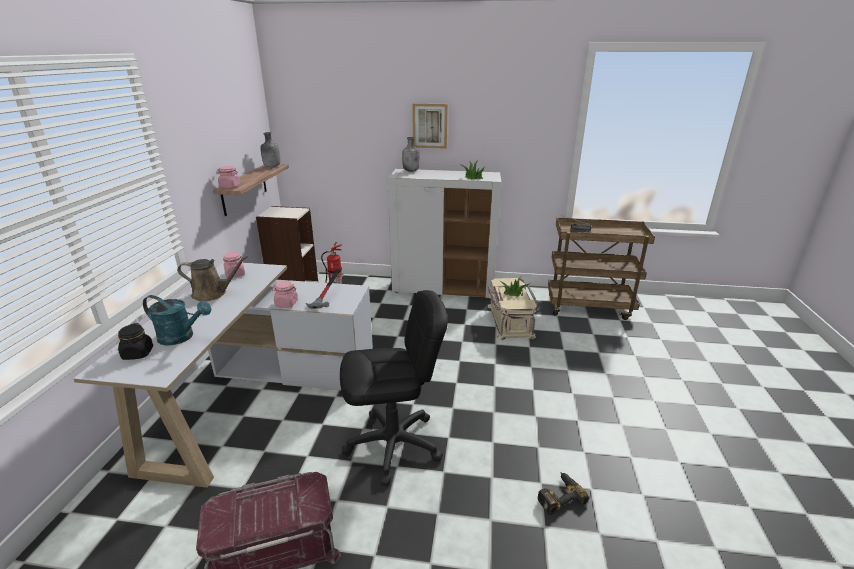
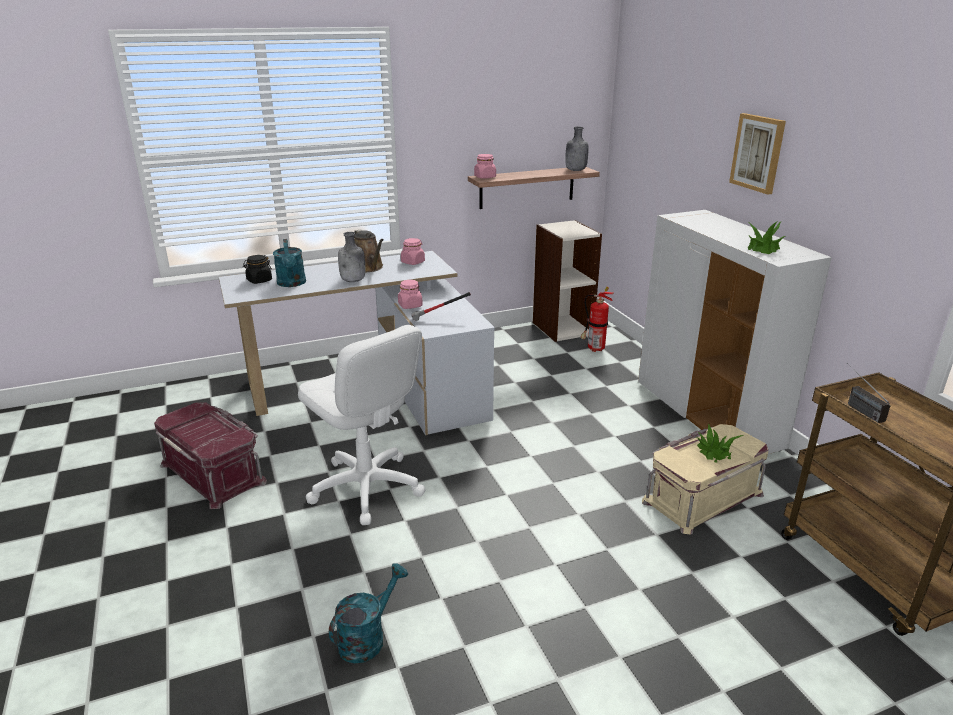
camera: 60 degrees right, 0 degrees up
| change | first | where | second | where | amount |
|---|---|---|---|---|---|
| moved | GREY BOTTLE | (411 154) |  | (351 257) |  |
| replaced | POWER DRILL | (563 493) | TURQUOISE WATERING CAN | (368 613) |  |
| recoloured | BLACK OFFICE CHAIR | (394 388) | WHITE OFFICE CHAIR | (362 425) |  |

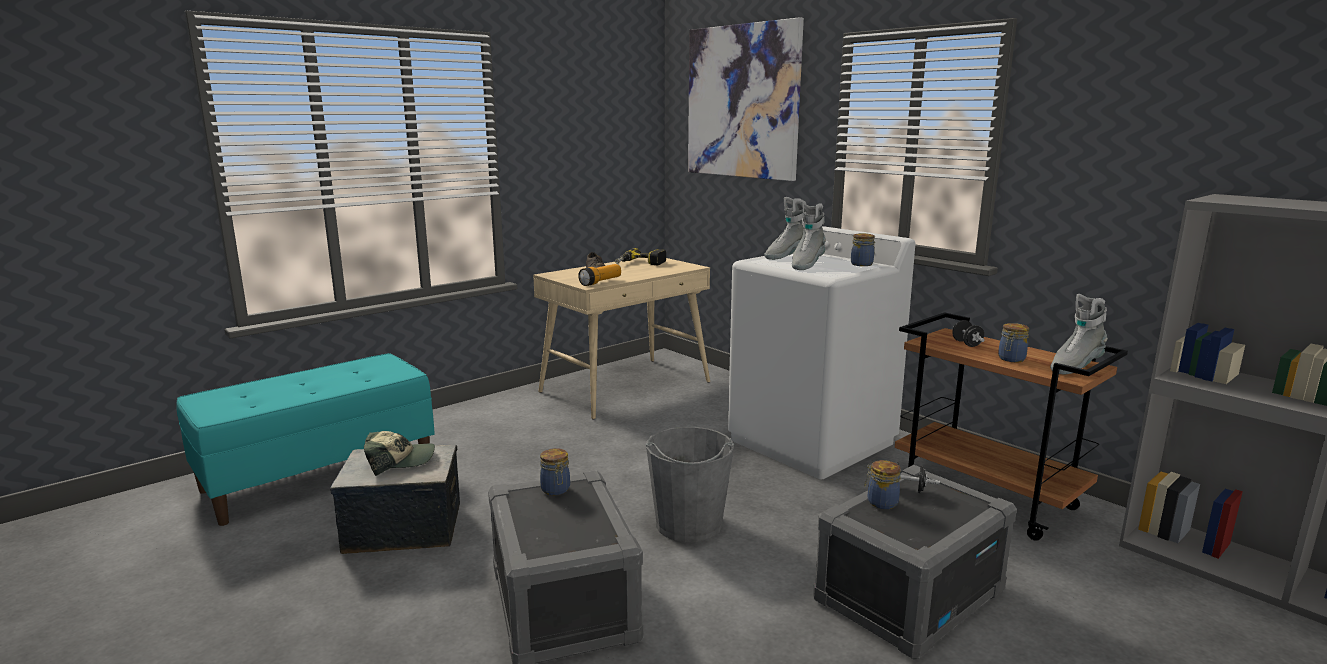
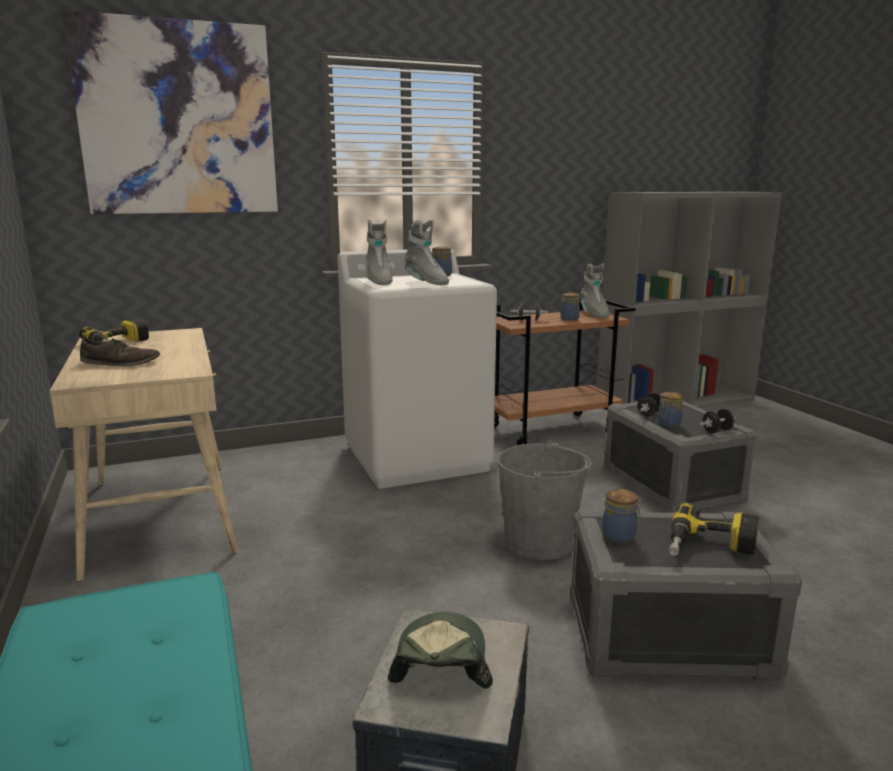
camera: 70 degrees left, 0 degrees up
| change | first | where | second | where | amount |
|---|---|---|---|---|---|
| removed | FLASHLIGHT | (599 275) |  |  |  |
| added |  |  | POWER DRILL | (714 529) |  |
| added |  |  | BLACK DUMBBELL | (717 421) |  |

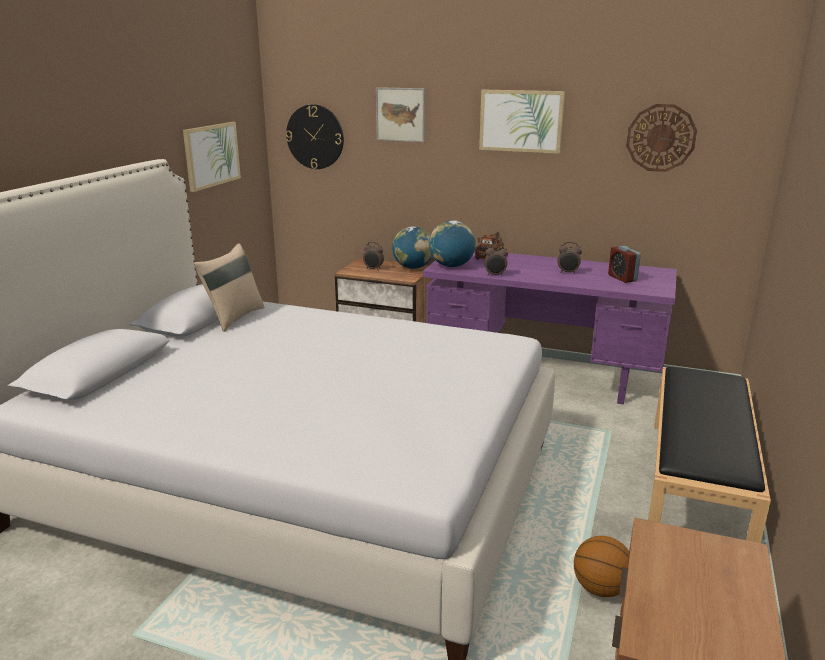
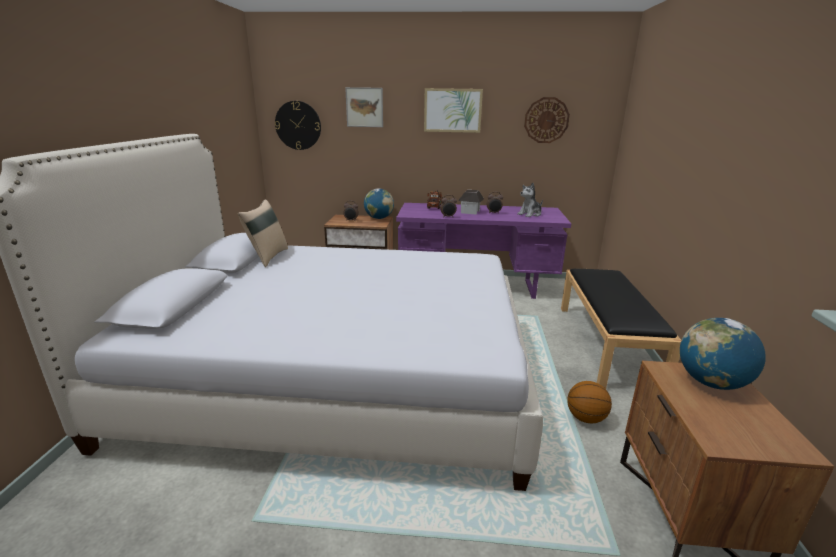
camera: 15 degrees left, 0 degrees up
| change | first | where | second | where | amount |
|---|---|---|---|---|---|
| removed | PICTURE | (212 157) |  |  |  |
| added |  |  | TOY HOUSE | (471 202) |  |
| moved | GLOBE | (452 243) |  | (723 354) |  |
| replaced | ALARM CLOCK | (624 264) | PLUSH TOY | (530 200) |  |

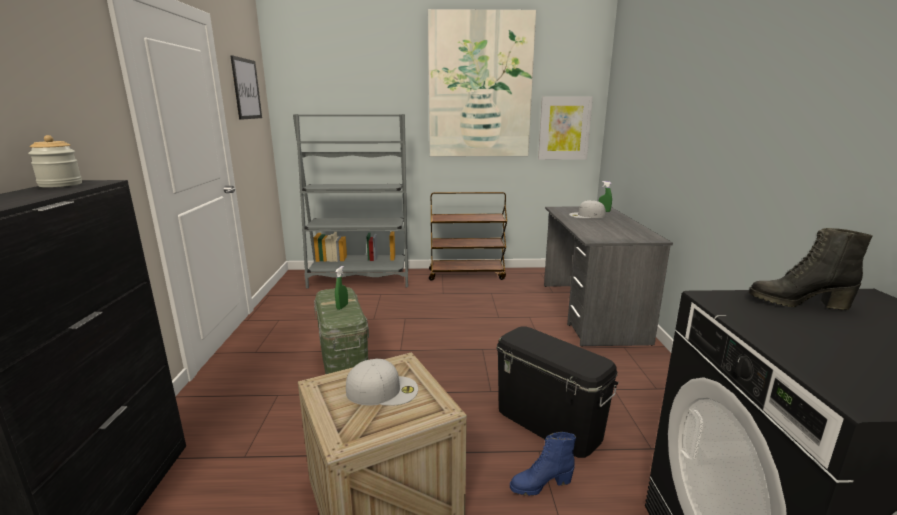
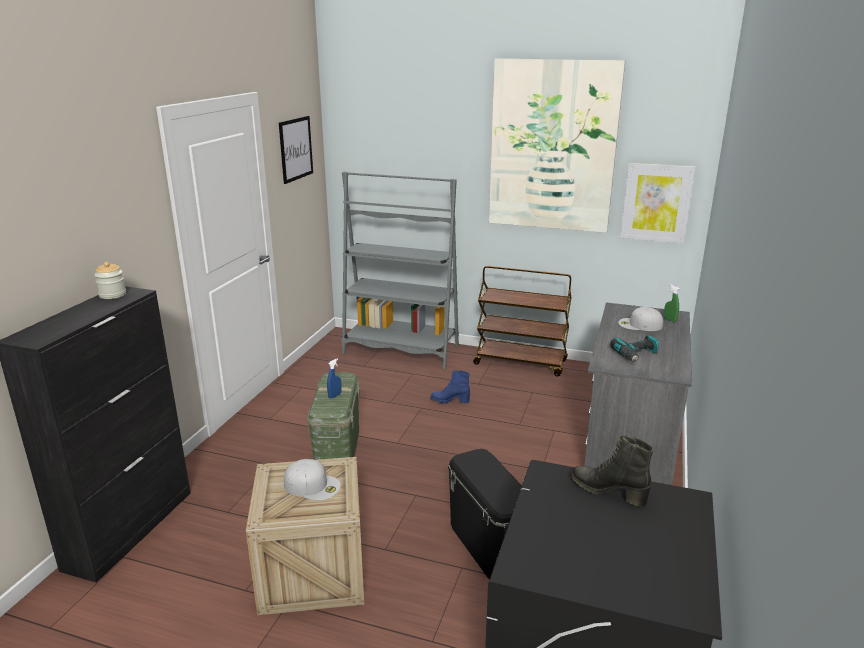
camera: 20 degrees right, 5 degrees up
| change | first | where | second | where | amount |
|---|---|---|---|---|---|
| added |  |  | POWER DRILL | (635 348) |  |
| moved | BLUE BOOT | (543 464) |  | (450 387) |  |
| recoloured | GREEN SPRAY BOTTLE | (341 288) | BLUE SPRAY BOTTLE | (334 378) |  |

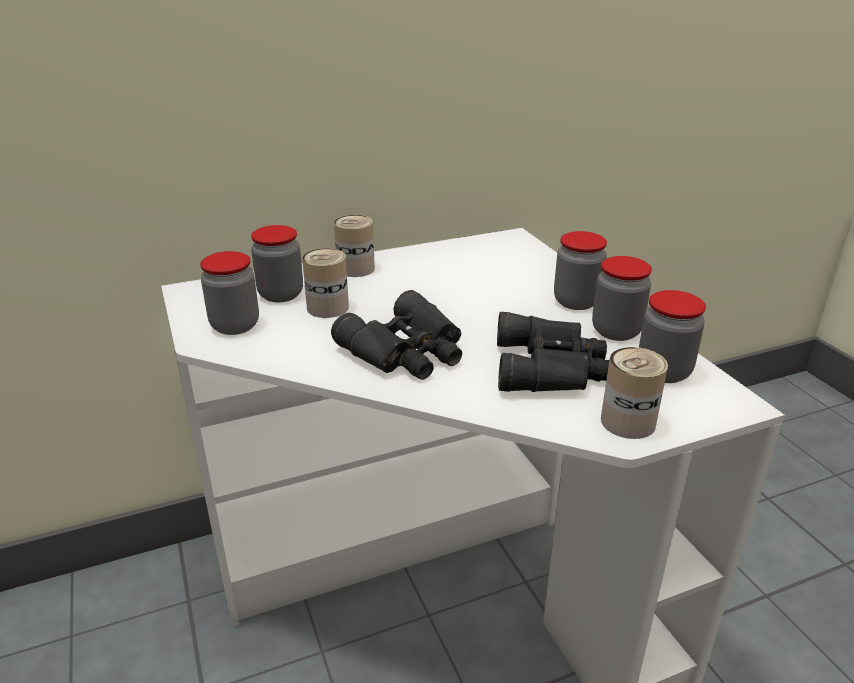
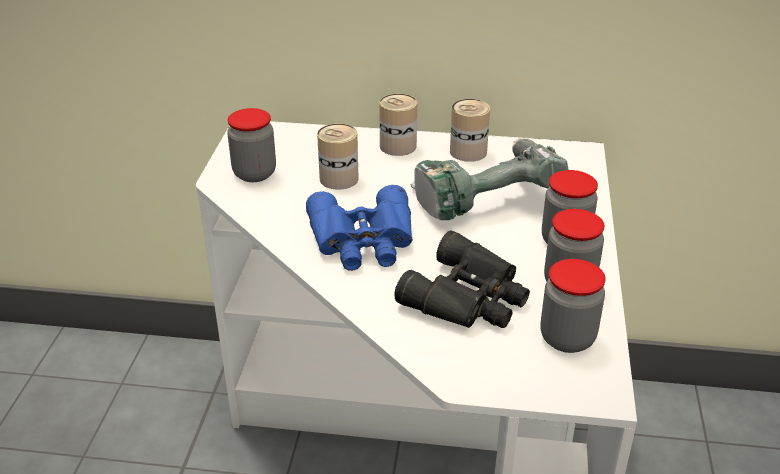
camera: 30 degrees right, 5 degrees up
| change | first | where | second | where | amount |
|---|---|---|---|---|---|
| removed | JAR | (277 263) |  |  |  |
| added |  |  | POWER DRILL | (489 178) |  |
| moved | CAN | (634 393) |  | (470 130) |  |
| recoloured | BLACK BINOCULARS | (396 335) | BLUE BINOCULARS | (359 228) |  |

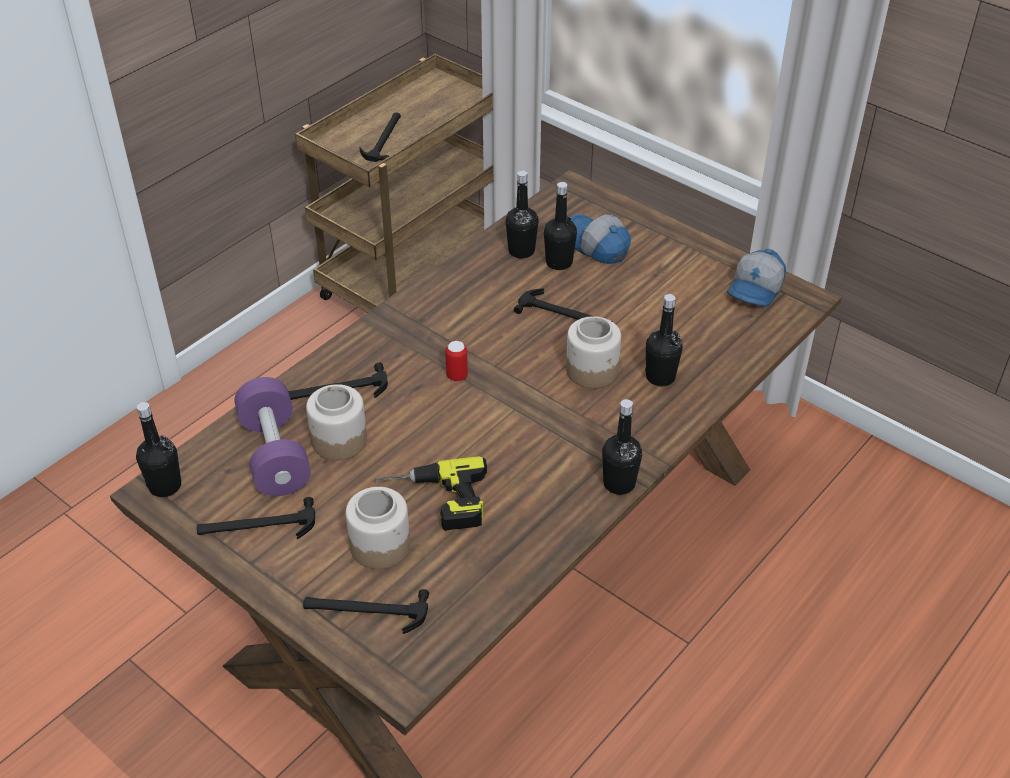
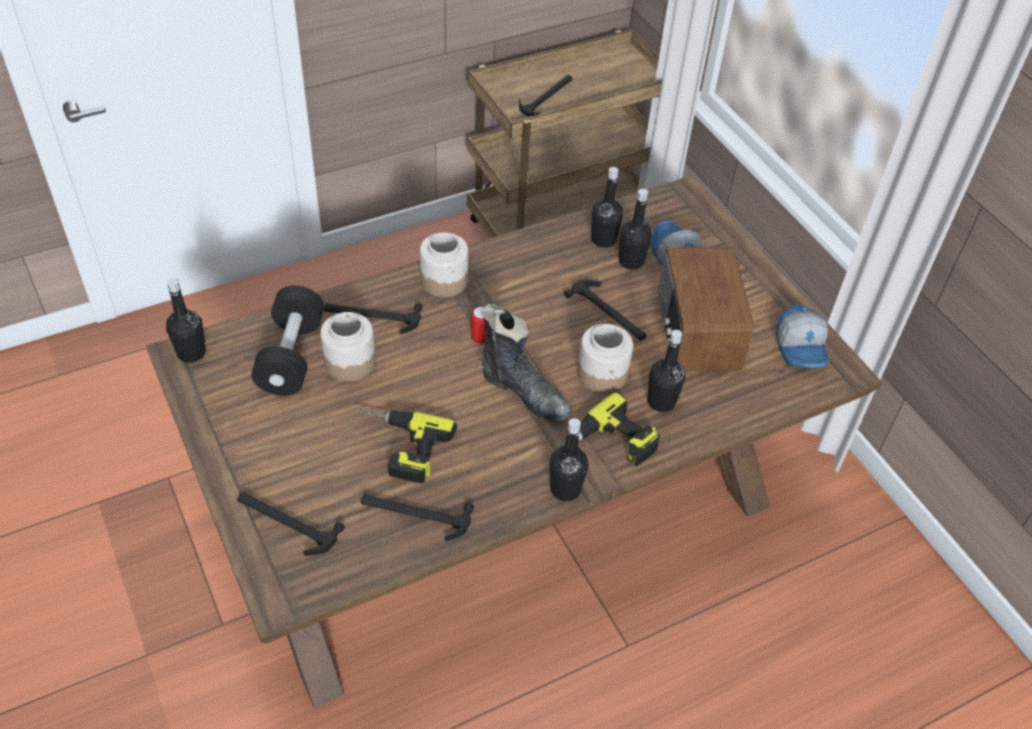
camera: 20 degrees right, 5 degrees up
| change | first | where | second | where | amount |
|---|---|---|---|---|---|
| added |  |  | BLACK BOOT | (526 362) |  |
| added |  |  | POWER DRILL | (605 429) |  |
| added |  |  | RADIO | (706 309) |  |
| moved | HAMMER | (256 518) |  | (417 517) |  |
| moved | JAR | (378 528) |  | (444 264) |  |
| recoloured | PURPLE DUMBBELL | (272 436) | BLACK DUMBBELL | (287 340) |  |
| turned | CAP | (756 278) |  | (803 336) | 60 degrees counterclockwise |

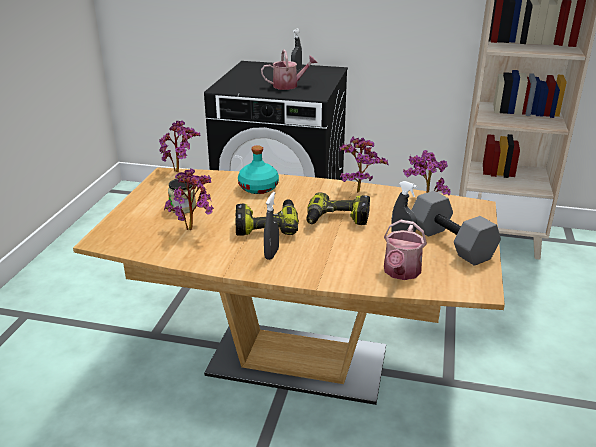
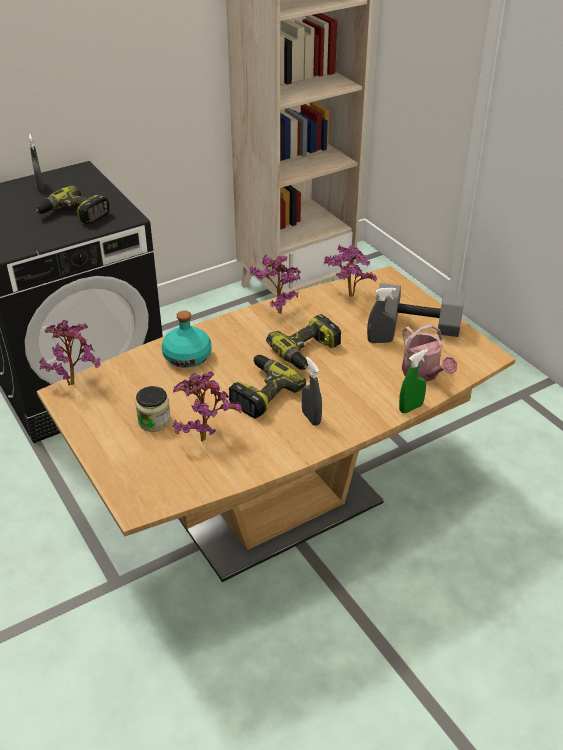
camera: 45 degrees left, 10 degrees up
| change | first | where | second | where | amount |
|---|---|---|---|---|---|
| added |  |  | GREEN SPRAY BOTTLE | (413 381) |  |
| replaced | WATERING CAN | (289 69) | POWER DRILL | (72 204) |  |

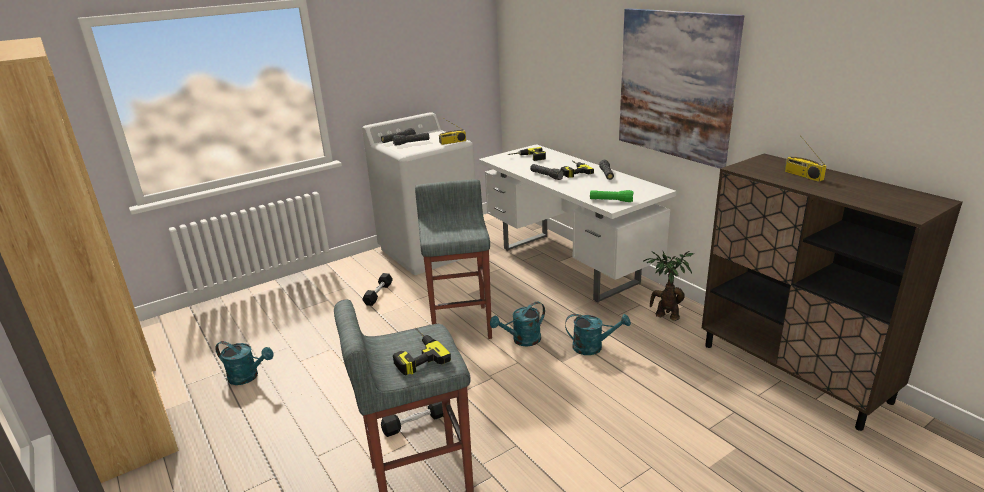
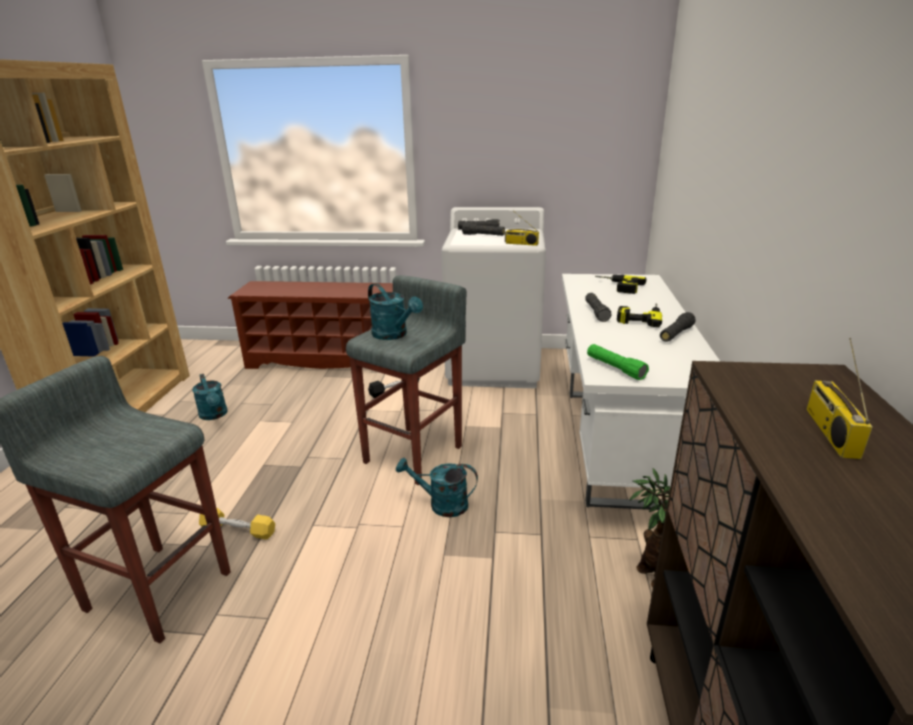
camera: 40 degrees right, 0 degrees up
| change | first | where | second | where | amount |
|---|---|---|---|---|---|
| removed | POWER DRILL | (422 352) |  |  |  |
| removed | PICTURE | (681 88) |  |  |  |
| added |  |  | BROWN SHOE RACK | (310 325) |  |
| moved | TURQUOISE WATERING CAN | (598 334) |  | (395 311) |  |
| recoloured | BLACK DUMBBELL | (412 419) | YELLOW DUMBBELL | (237 524) |  |

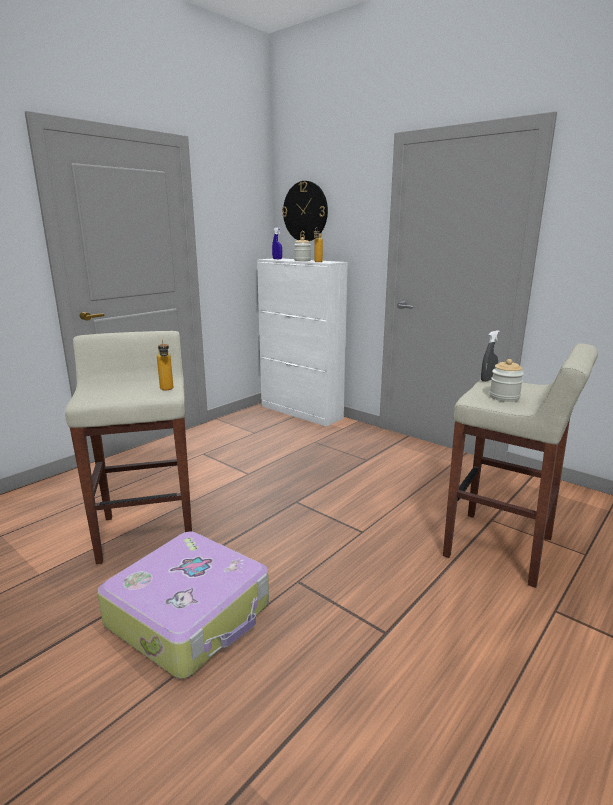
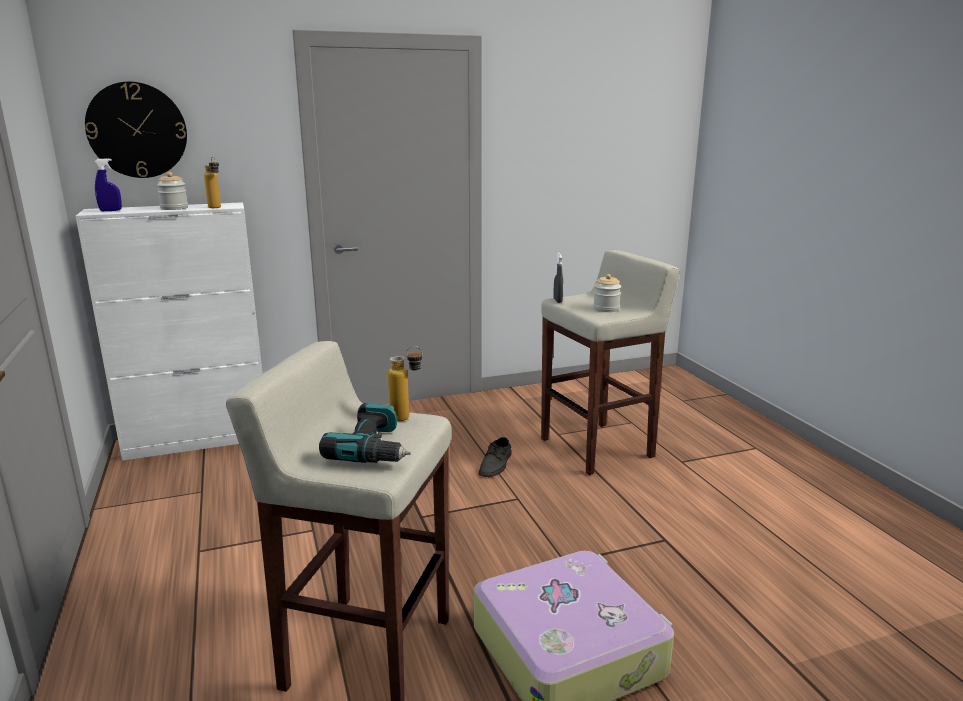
camera: 60 degrees left, 0 degrees up
| change | first | where | second | where | amount |
|---|---|---|---|---|---|
| added |  |  | POWER DRILL | (365 433) |  |
| added |  |  | GREY SHOE | (495 457) |  |

